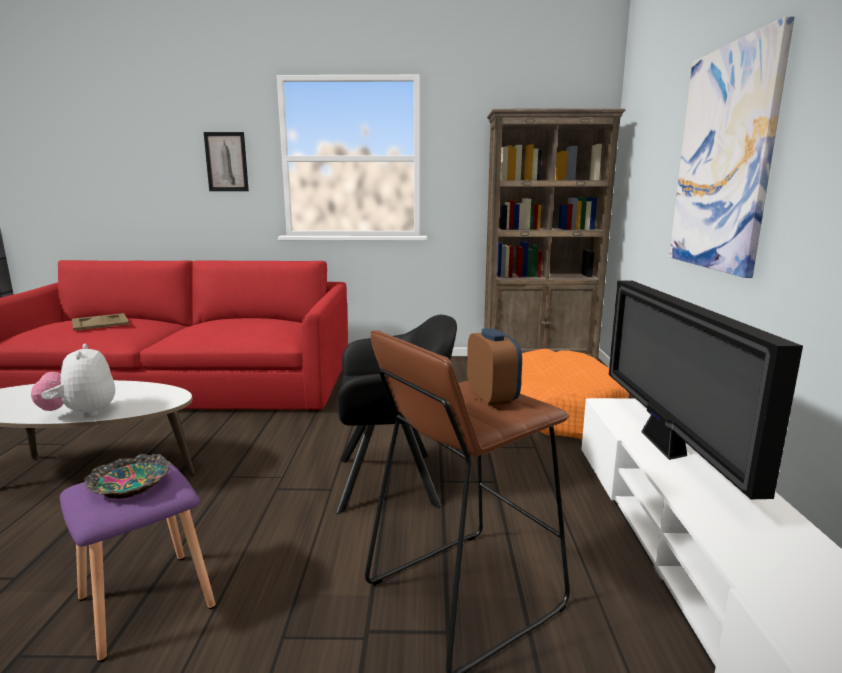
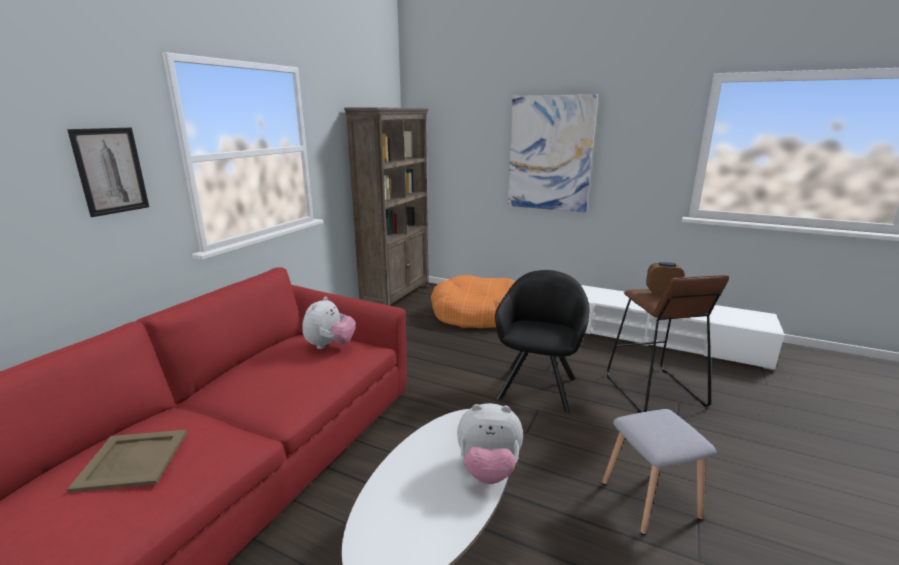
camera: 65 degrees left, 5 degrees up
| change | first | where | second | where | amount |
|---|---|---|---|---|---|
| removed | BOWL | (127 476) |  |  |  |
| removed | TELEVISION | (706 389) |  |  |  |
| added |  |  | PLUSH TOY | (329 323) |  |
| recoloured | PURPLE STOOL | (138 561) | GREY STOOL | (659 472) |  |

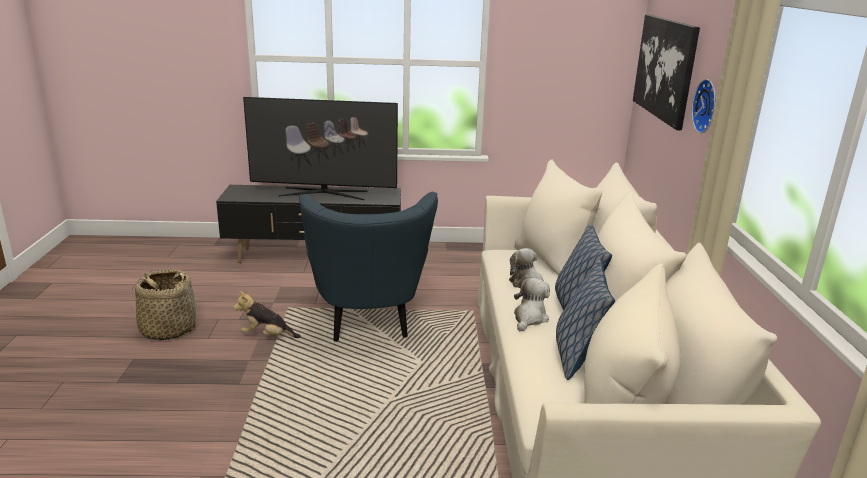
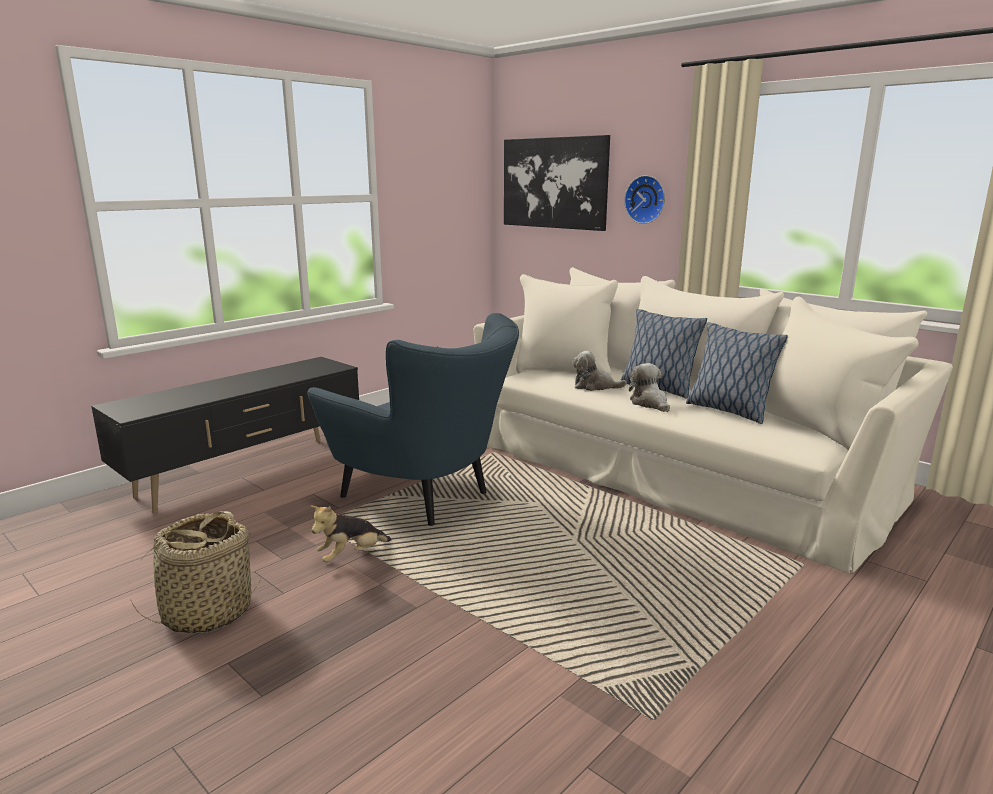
camera: 45 degrees left, 5 degrees down
| change | first | where | second | where | amount |
|---|---|---|---|---|---|
| removed | TELEVISION | (320 148) |  |  |  |

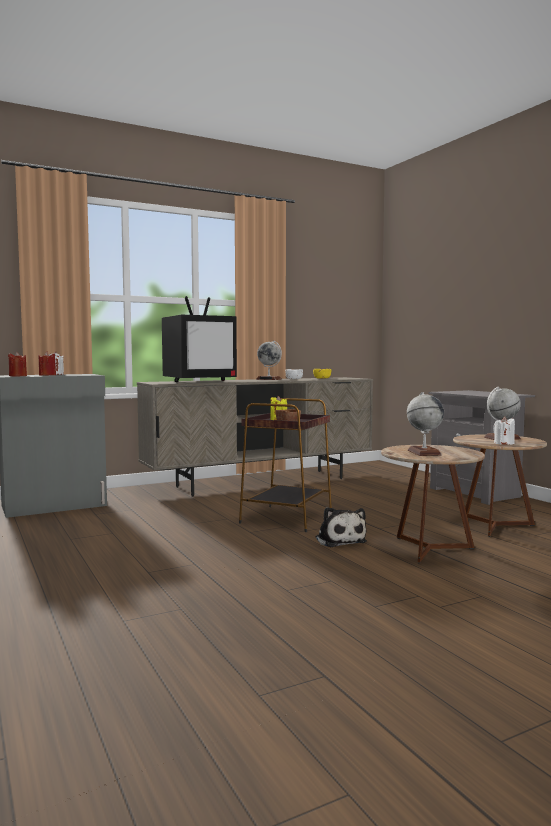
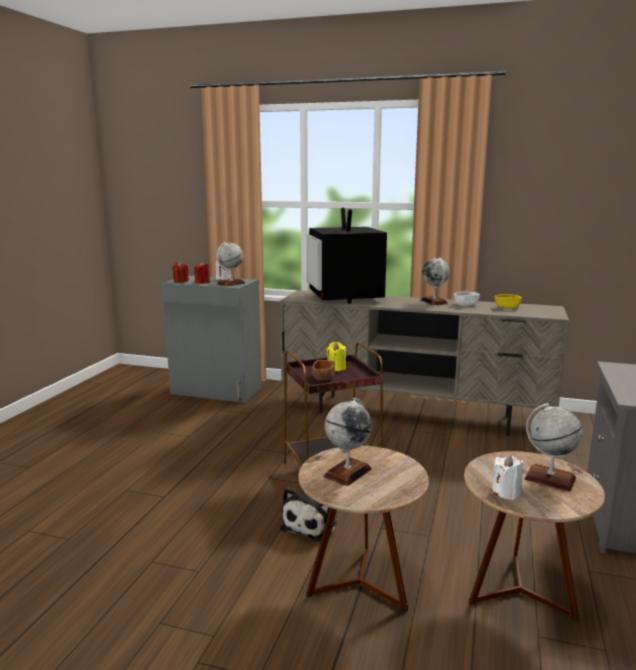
camera: 45 degrees right, 10 degrees up
| change | first | where | second | where | amount |
|---|---|---|---|---|---|
| added |  |  | GLOBE | (231 264) |  |
| turned | TELEVISION | (199 339) |  | (347 255) | 60 degrees clockwise |

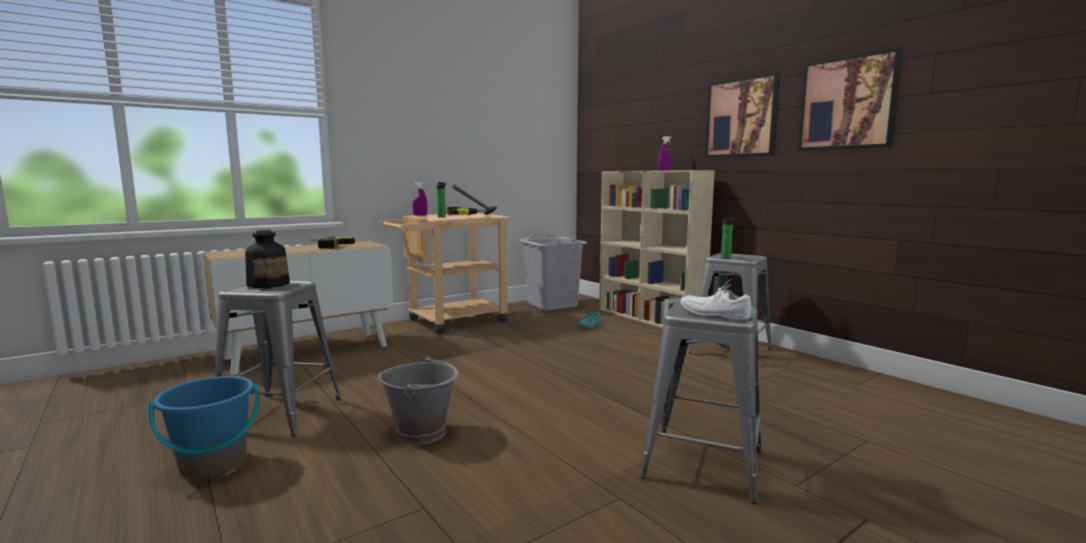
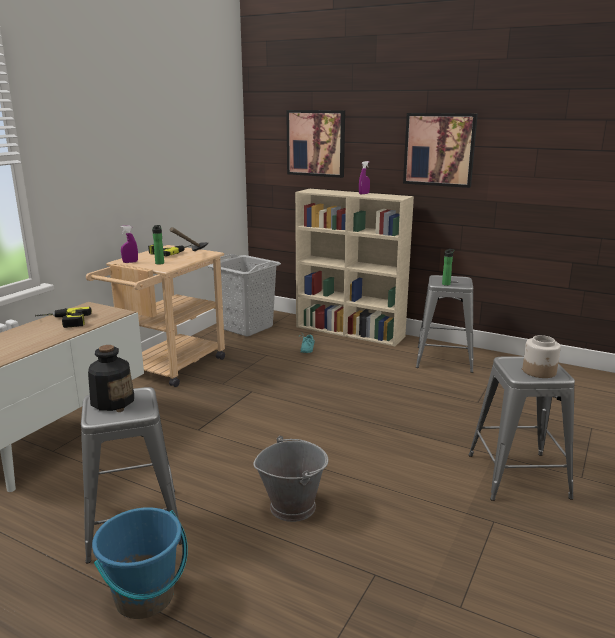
camera: 25 degrees left, 10 degrees up
| change | first | where | second | where | amount |
|---|---|---|---|---|---|
| moved | PICTURE | (850 99) |  | (315 144) |  |
| replaced | WHITE SHOE | (715 299) | JAR | (542 356) |  |

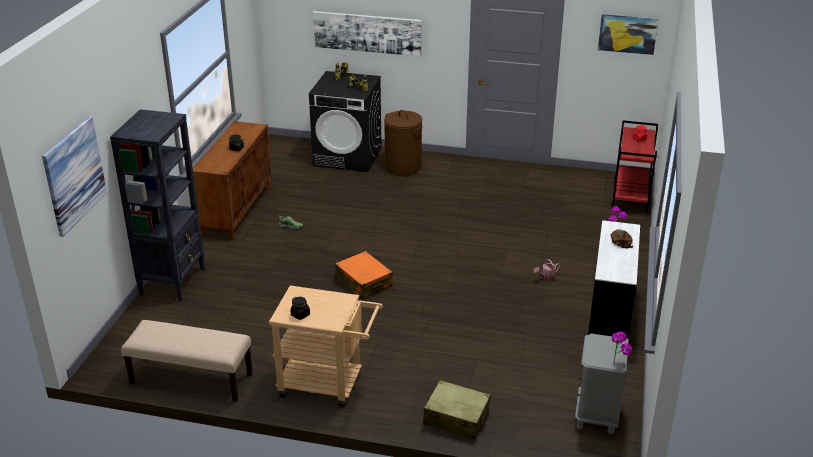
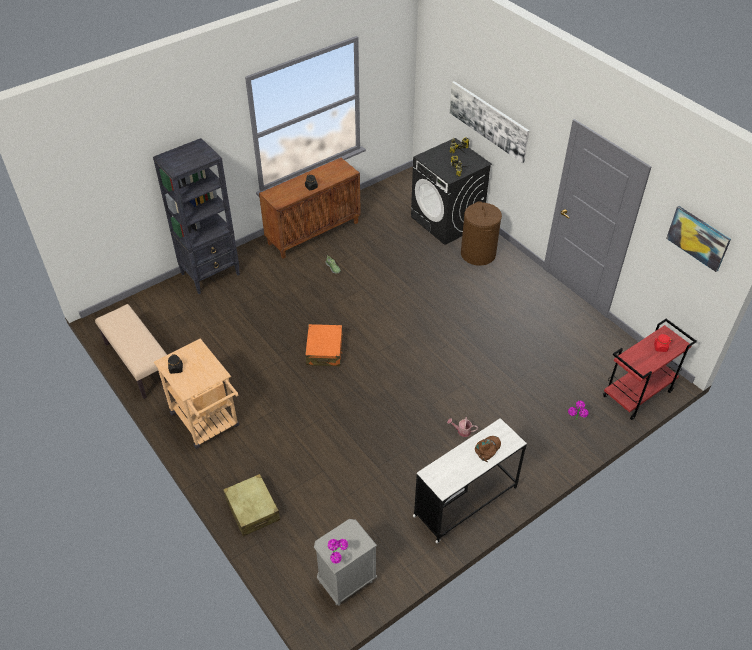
camera: 40 degrees right, 15 degrees up
| change | first | where | second | where | amount |
|---|---|---|---|---|---|
| removed | PICTURE | (74 176) |  |  |  |

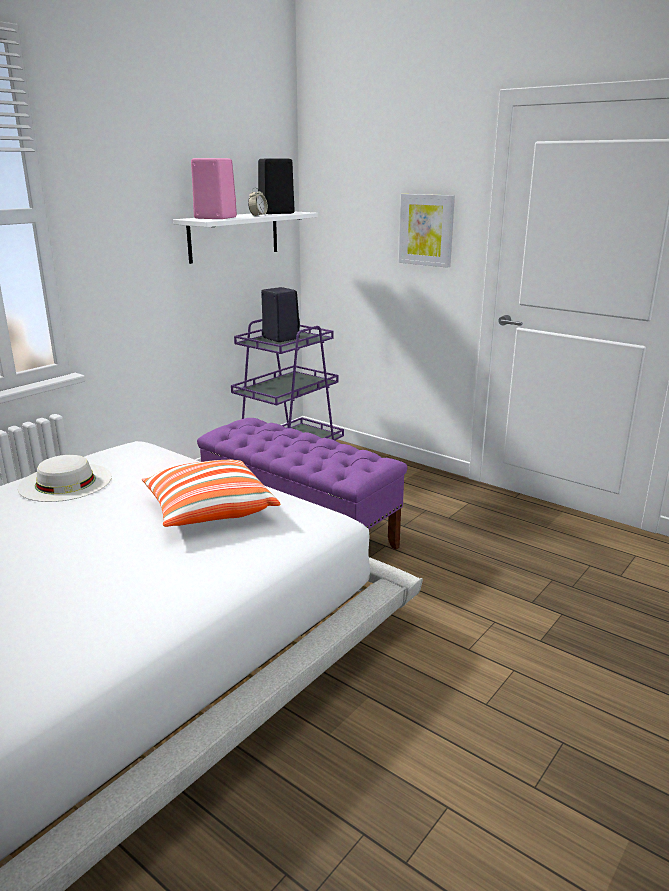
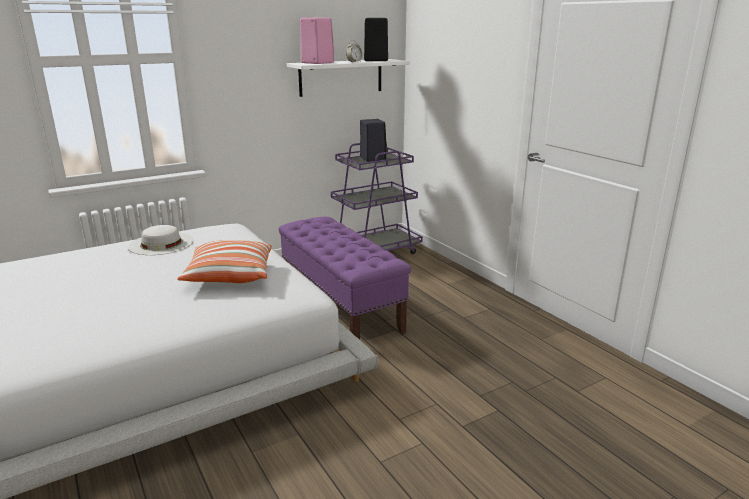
camera: 20 degrees right, 0 degrees up
| change | first | where | second | where | amount |
|---|---|---|---|---|---|
| removed | PICTURE | (427 231) |  |  |  |

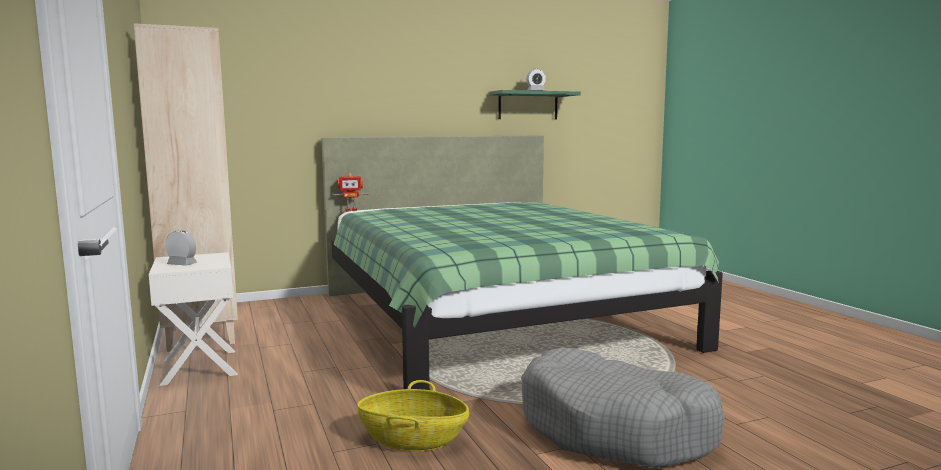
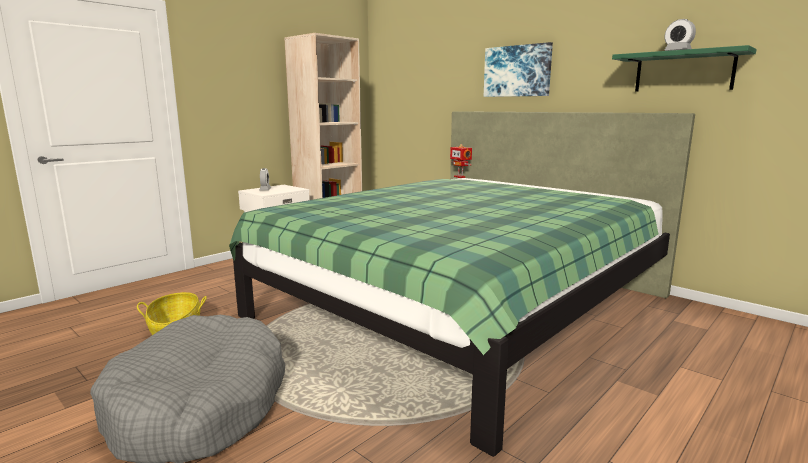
camera: 65 degrees right, 5 degrees up
| change | first | where | second | where | amount |
|---|---|---|---|---|---|
| added |  |  | PICTURE | (518 69) |  |

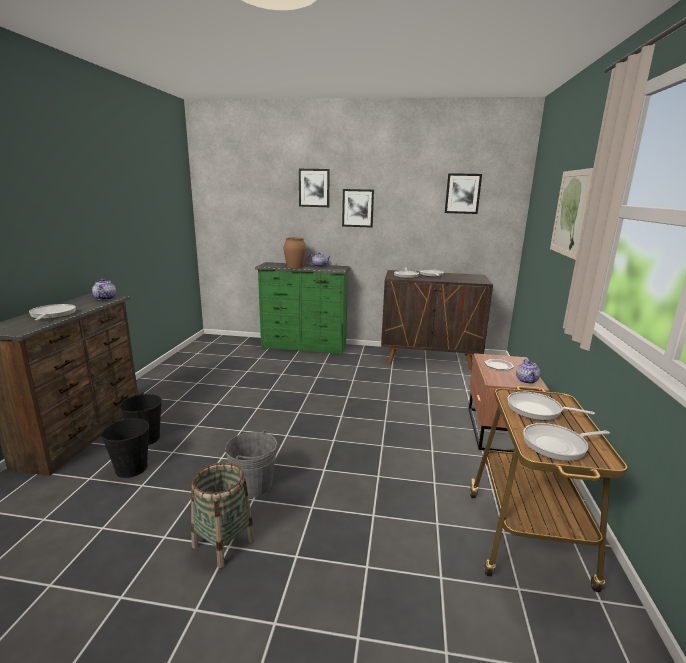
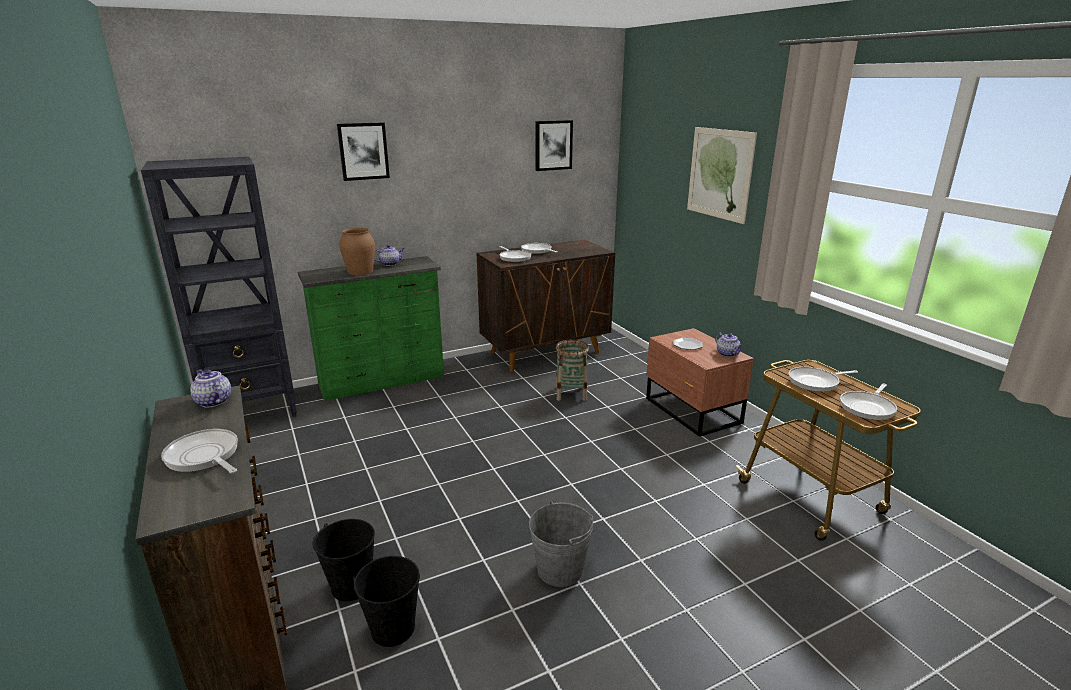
camera: 35 degrees left, 5 degrees up
| change | first | where | second | where | amount |
|---|---|---|---|---|---|
| removed | PICTURE | (358 208) |  |  |  |
| added |  |  | BLACK BOOKCASE | (219 287) |  |
| moved | BASKET | (223 515) |  | (572 370) |  |

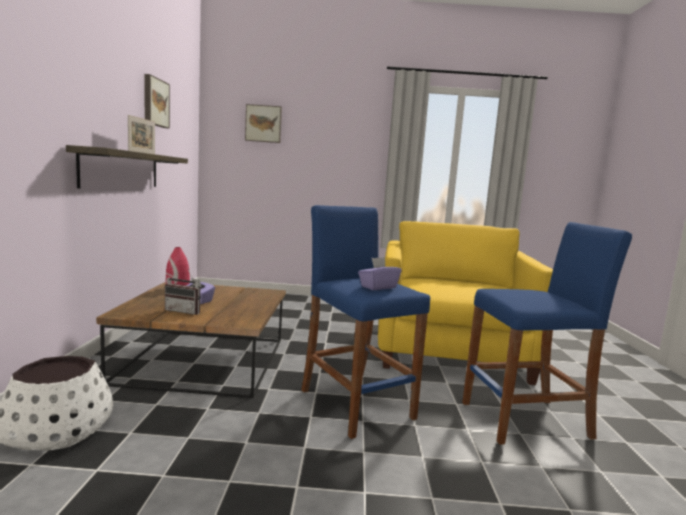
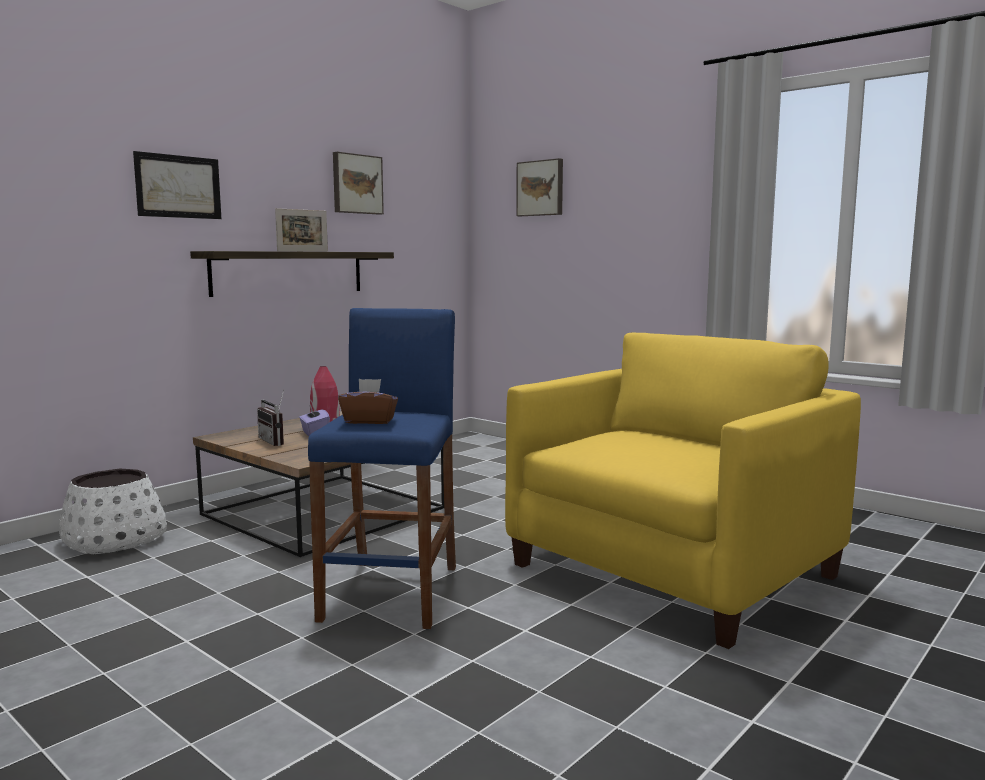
camera: 40 degrees right, 0 degrees up
| change | first | where | second | where | amount |
|---|---|---|---|---|---|
| removed | BLUE STOOL | (547 333) |  |  |  |
| added |  |  | PICTURE | (177 185) |  |
| recoloured | PURPLE TISSUE BOX | (380 273) | BROWN TISSUE BOX | (368 401) |  |

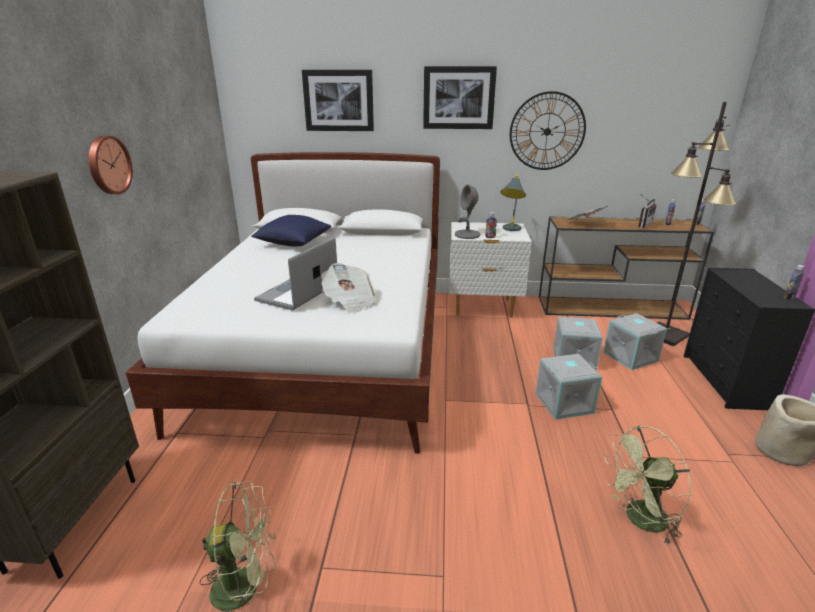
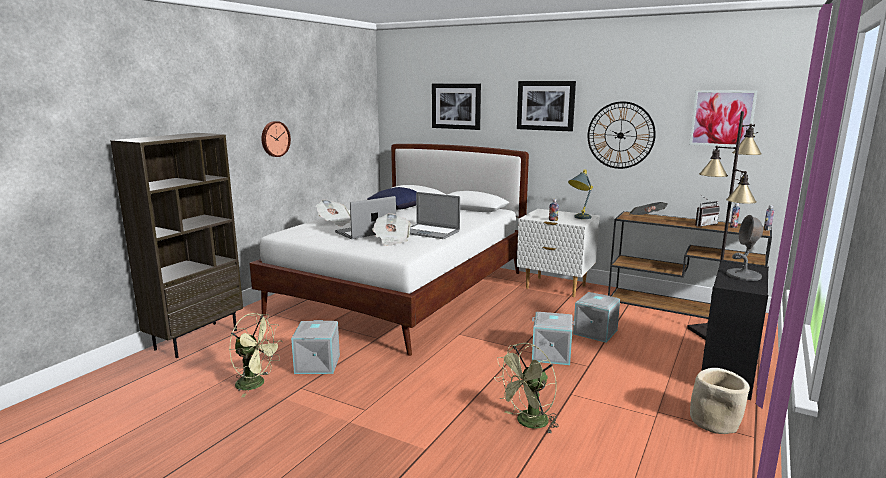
camera: 25 degrees right, 10 degrees down
| change | first | where | second | where | amount |
|---|---|---|---|---|---|
| removed | BOTTLE | (794 282) |  |  |  |
| added |  |  | NEWSPAPER | (333 213) |  |
| added |  |  | LAPTOP | (435 215) |  |
| added |  |  | PICTURE | (723 118) |  |
| moved | GREY TABLE LAMP | (467 211) |  | (744 248) |  |
| moved | GREY STORAGE BOX | (635 341) |  | (315 347) |  |
| turned | GREEN FAN | (647 485) |  | (526 388) | 45 degrees counterclockwise |

